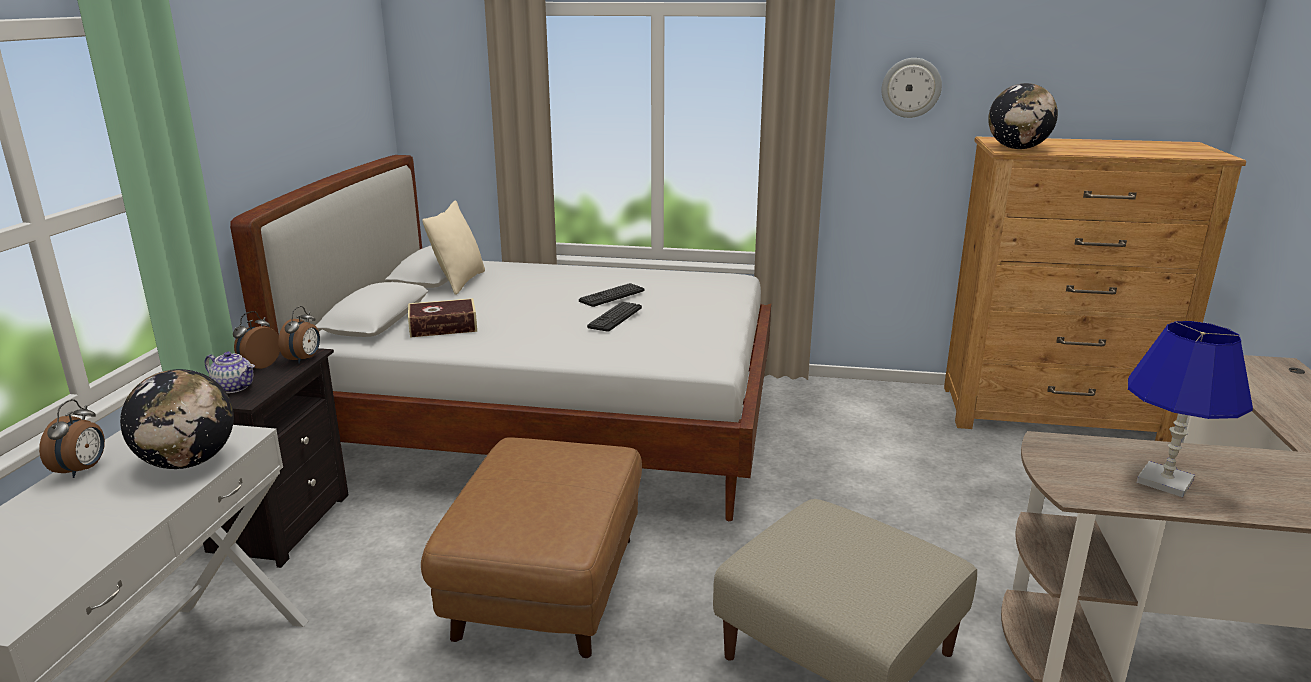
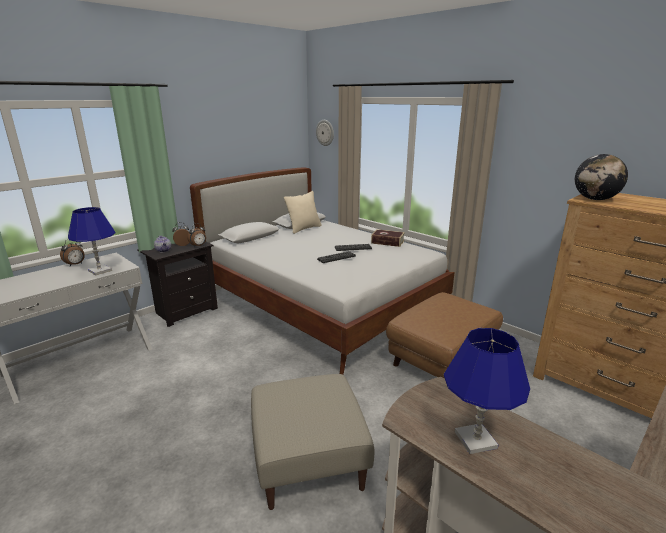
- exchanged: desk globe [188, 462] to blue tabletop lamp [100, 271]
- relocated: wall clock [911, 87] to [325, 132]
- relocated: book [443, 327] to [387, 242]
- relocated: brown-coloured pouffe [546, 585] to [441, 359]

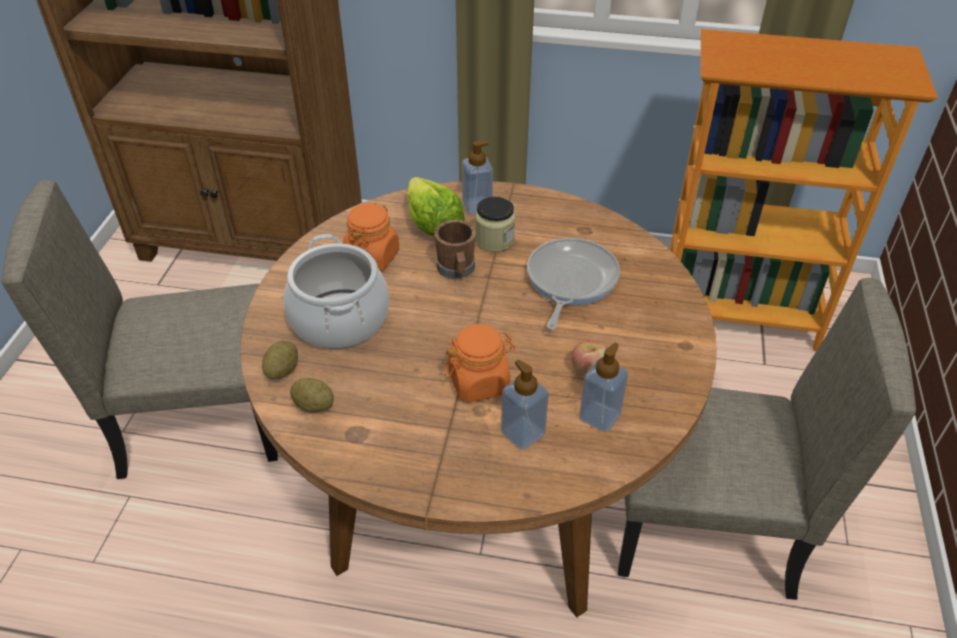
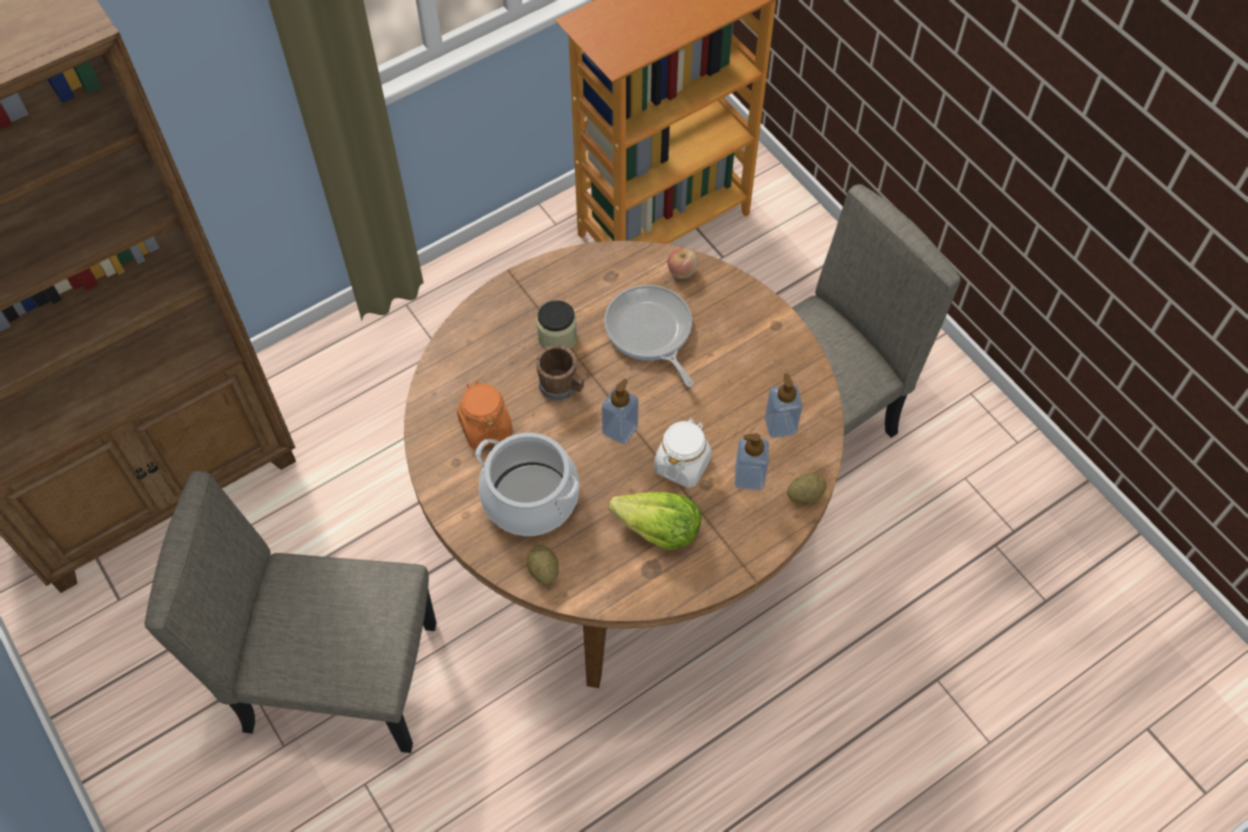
- spun: beige chair [202, 420] = [341, 675] 60 degrees clockwise
- relocated: soap bottle [477, 206] to [620, 429]
- relocated: lettuce [432, 224] to [658, 529]
- colour: orange-coloured jar [479, 382] to white jar [682, 464]
- relocated: apple fruit [588, 369] to [681, 271]
- relocated: potato [314, 405] to [805, 495]

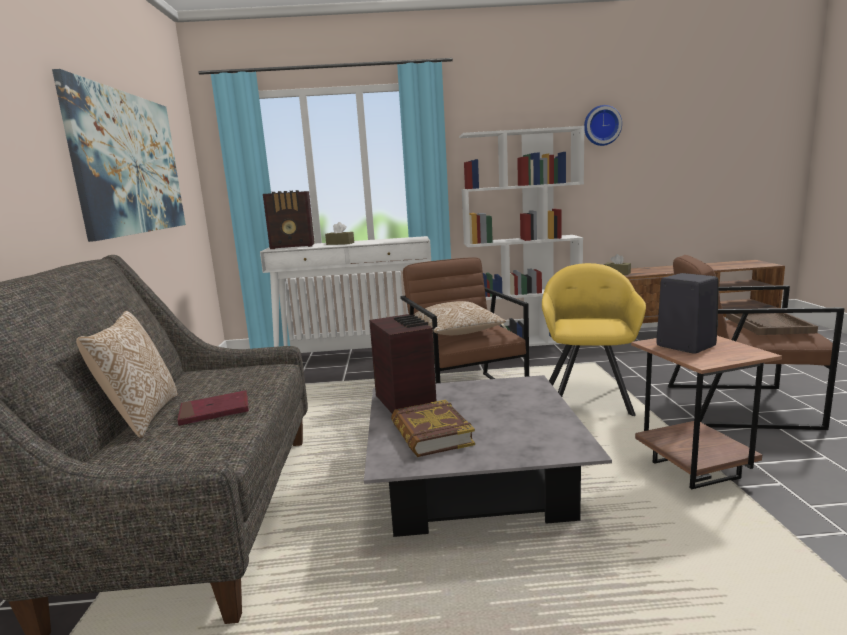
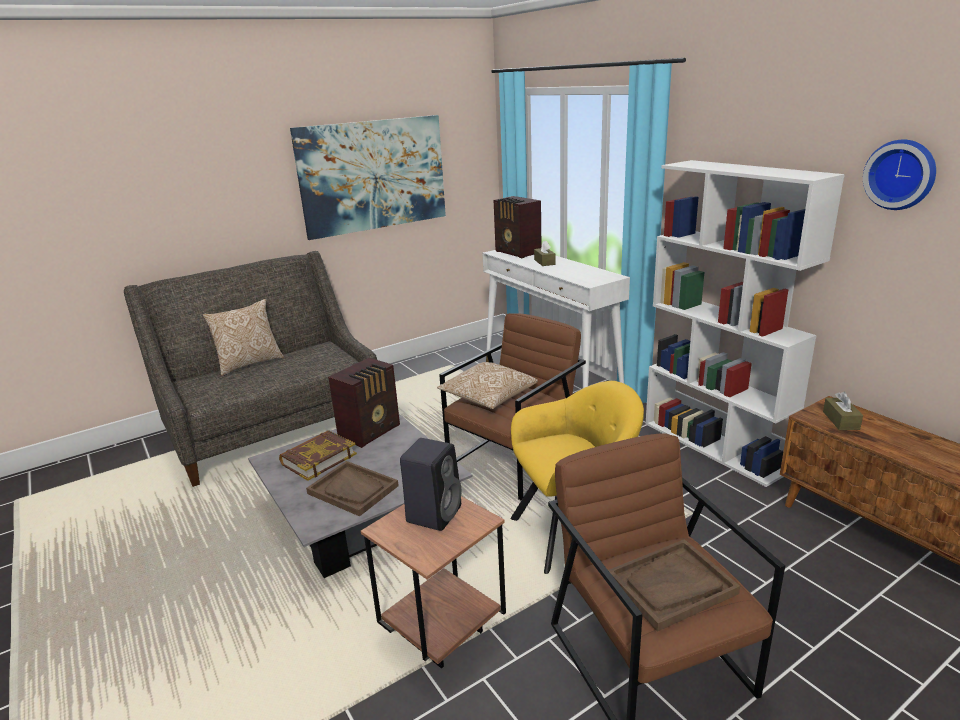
- appeared: brown-coloured serving tray [353, 490]
- missing: reddish book [215, 411]

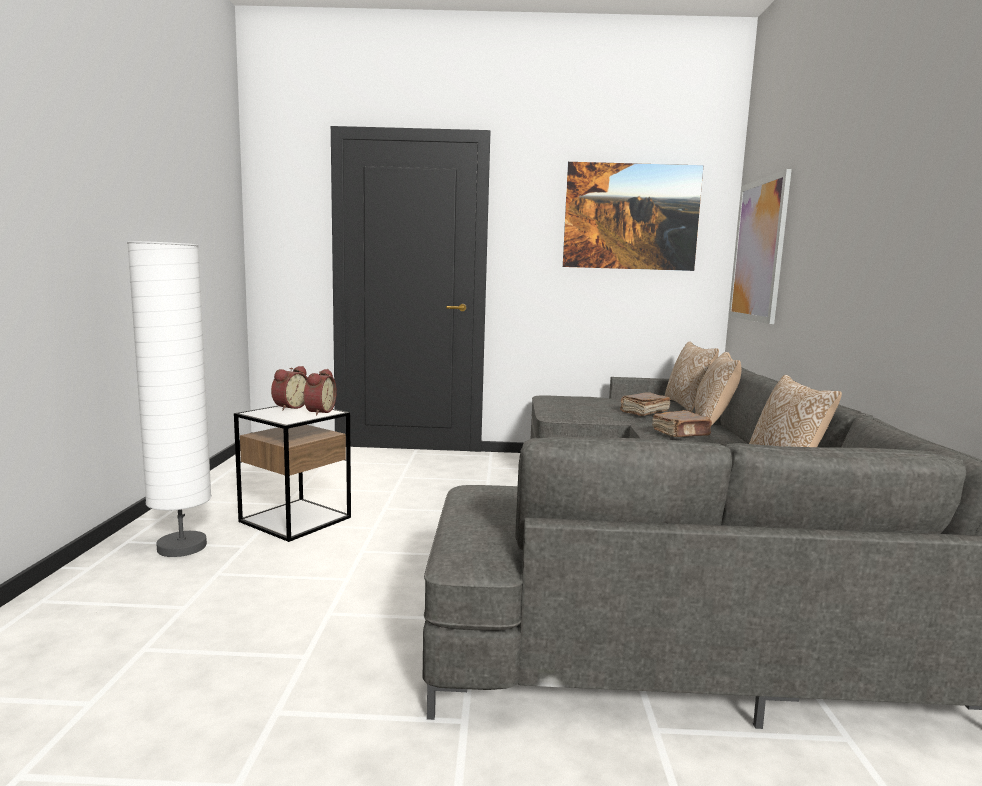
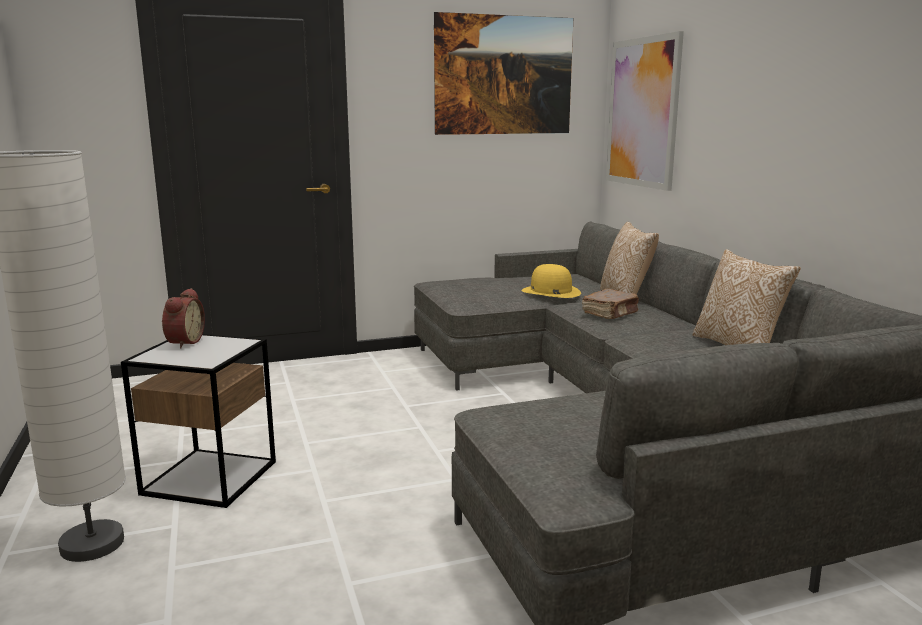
- exchanged: brown-coloured book [644, 412] to yellow wearable hat [550, 292]
- missing: bedside clock [318, 412]
- missing: cushion [687, 405]

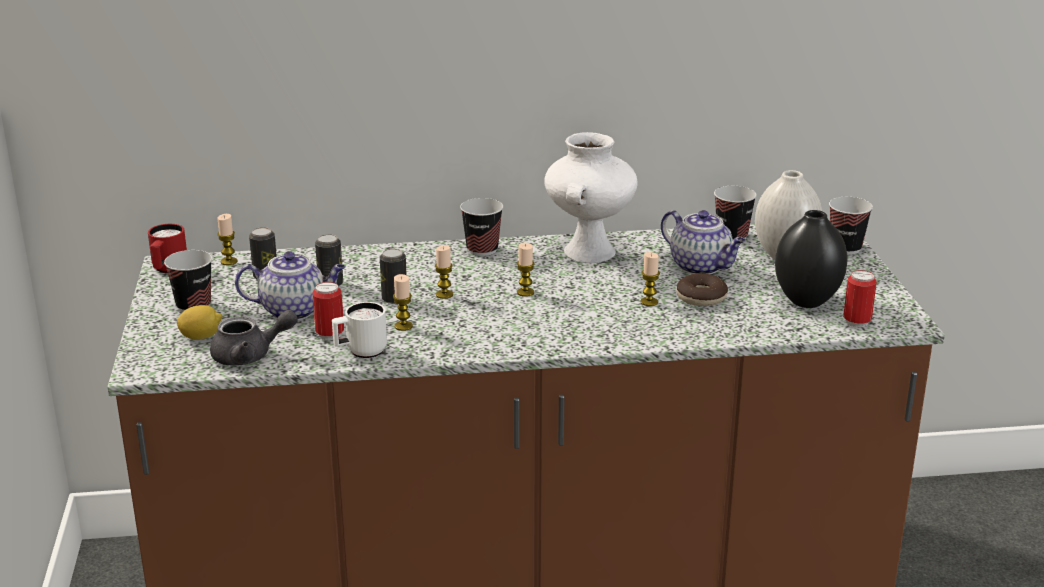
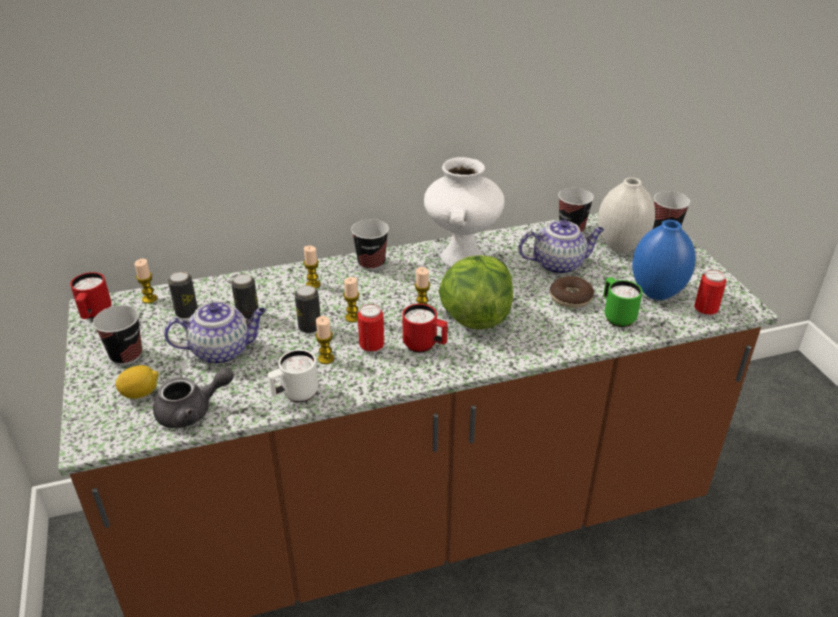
- relocated: wax light [649, 302] to [313, 284]
- relocated: can [330, 335] to [372, 347]
- appeared: reddish coffee mug [425, 346]
- appeared: lettuce [475, 317]
- spun: teapot [701, 267] = [559, 264] 45 degrees counterclockwise
- appeared: greenish coffee mug [616, 316]
- colour: blackish decorative vase [807, 301] to blue decorative vase [657, 293]

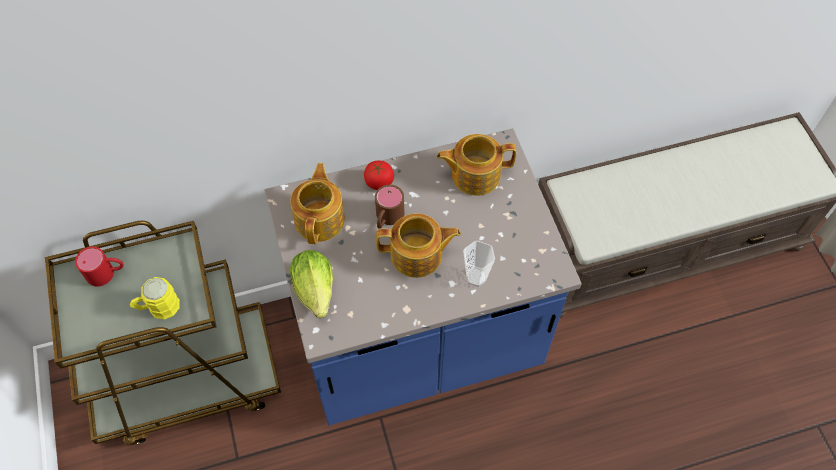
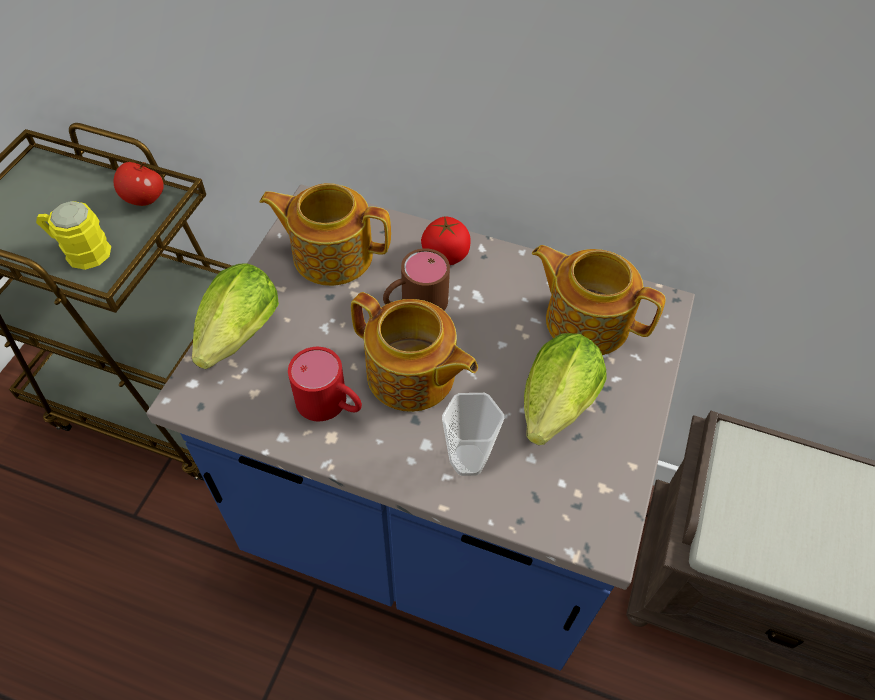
- appeared: apple fruit [144, 199]
- spun: teapot [320, 219] = [331, 254] 120 degrees counterclockwise
- relocated: reddish coffee mug [106, 273] to [331, 404]
- appeared: lettuce [553, 410]

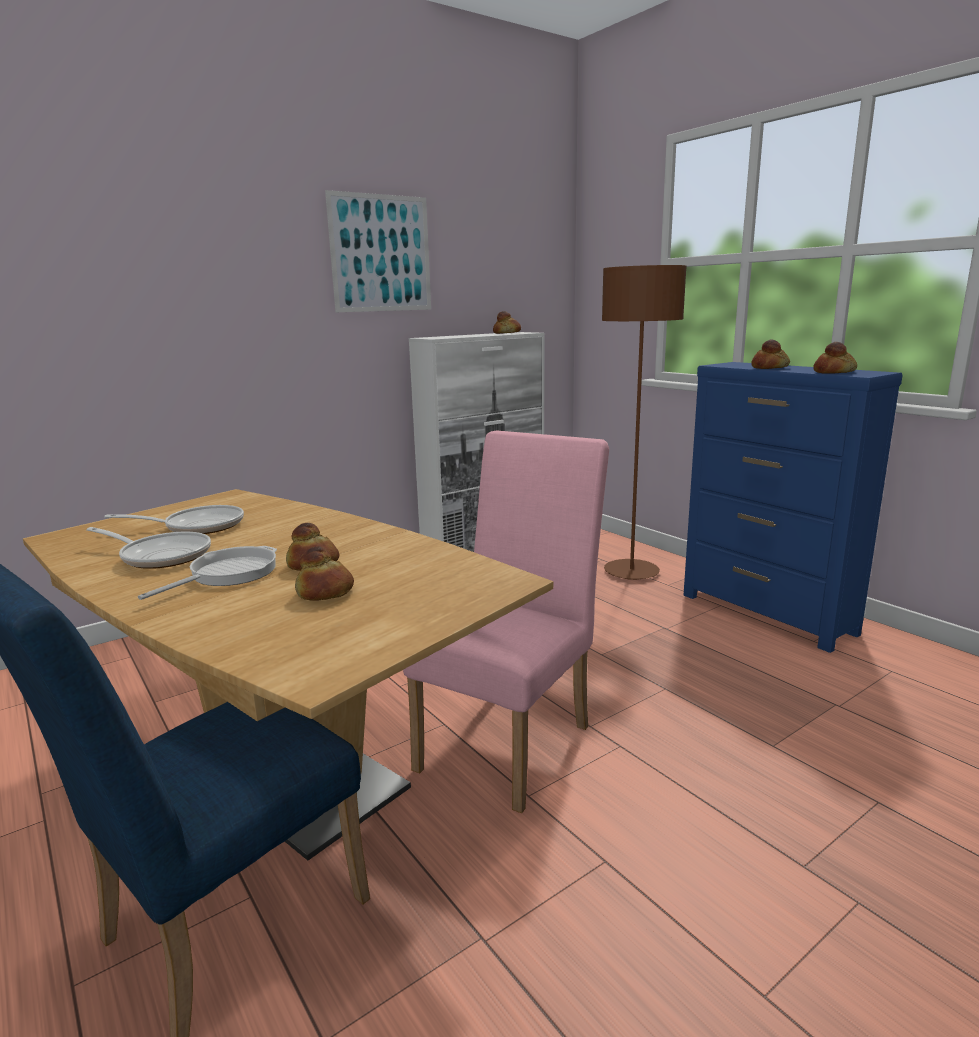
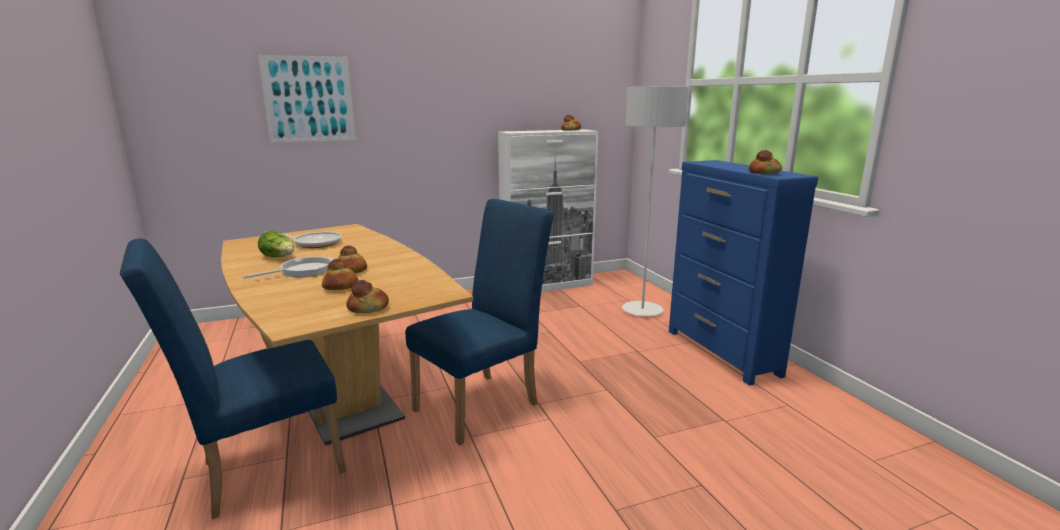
- relocated: picture [381, 253] to [309, 99]
- exchanged: frying pan [161, 556] to lettuce [279, 257]
- relocated: bread [769, 367] to [368, 308]
- colour: pink chair [512, 739] to blue chair [483, 403]
- colour: brown-coloured floor lamp [631, 572] to gray floor lamp [642, 310]

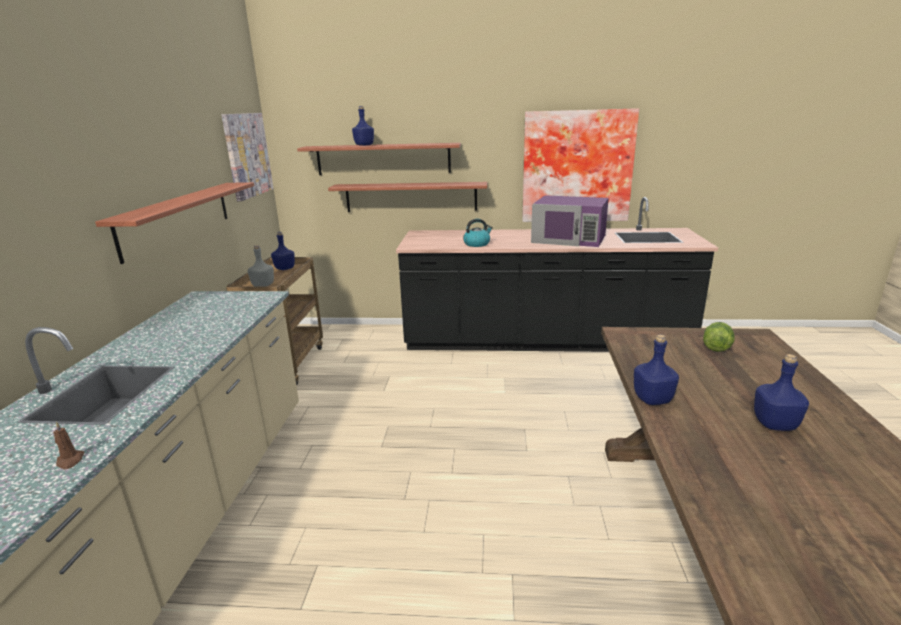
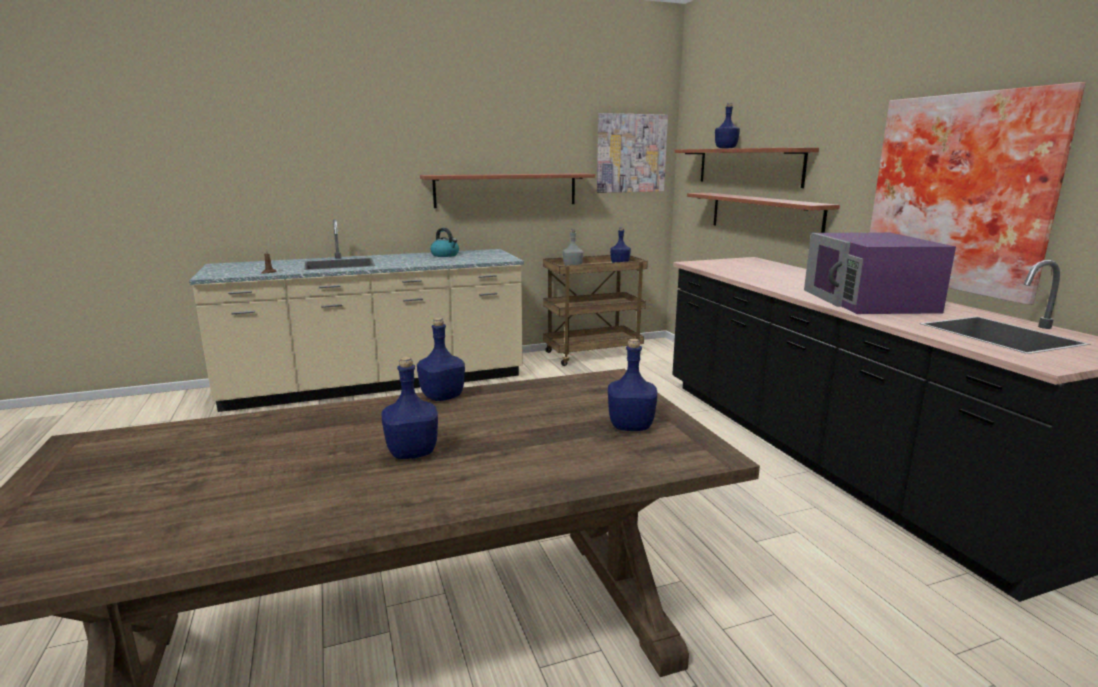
- relocated: tea kettle [477, 244] to [445, 255]
- exchanged: lettuce [716, 345] to blue bottle [630, 425]

